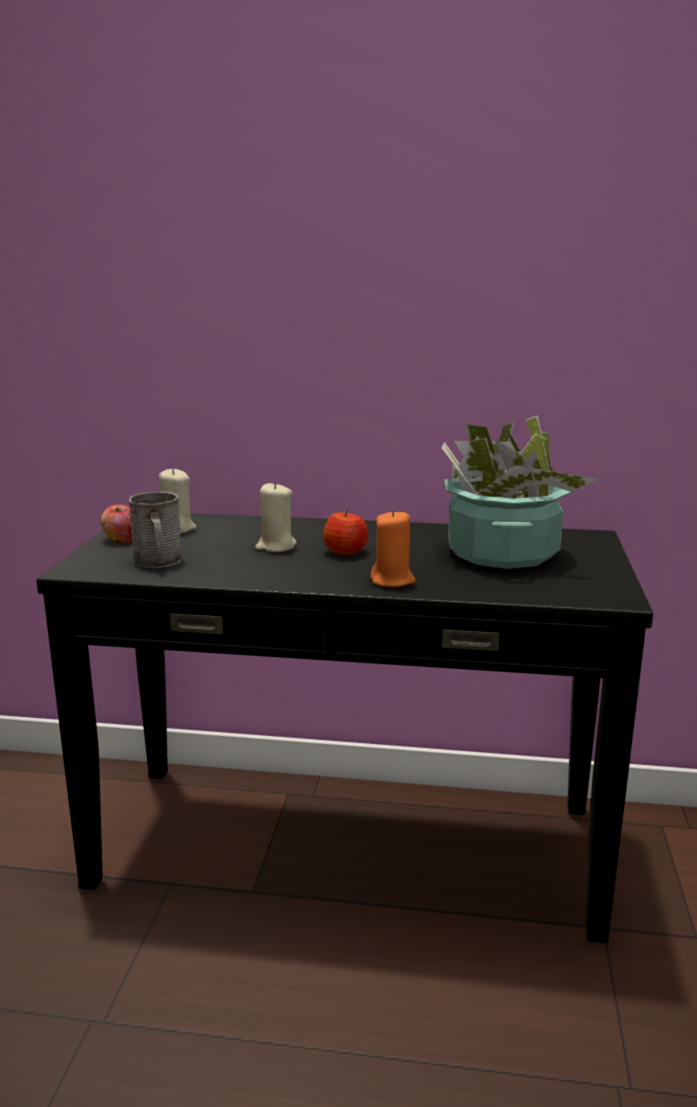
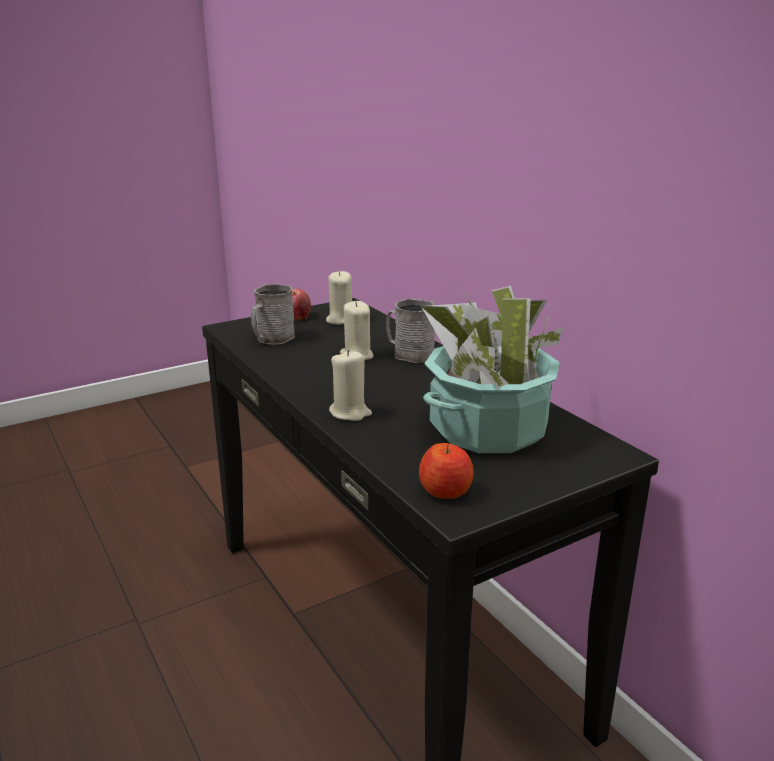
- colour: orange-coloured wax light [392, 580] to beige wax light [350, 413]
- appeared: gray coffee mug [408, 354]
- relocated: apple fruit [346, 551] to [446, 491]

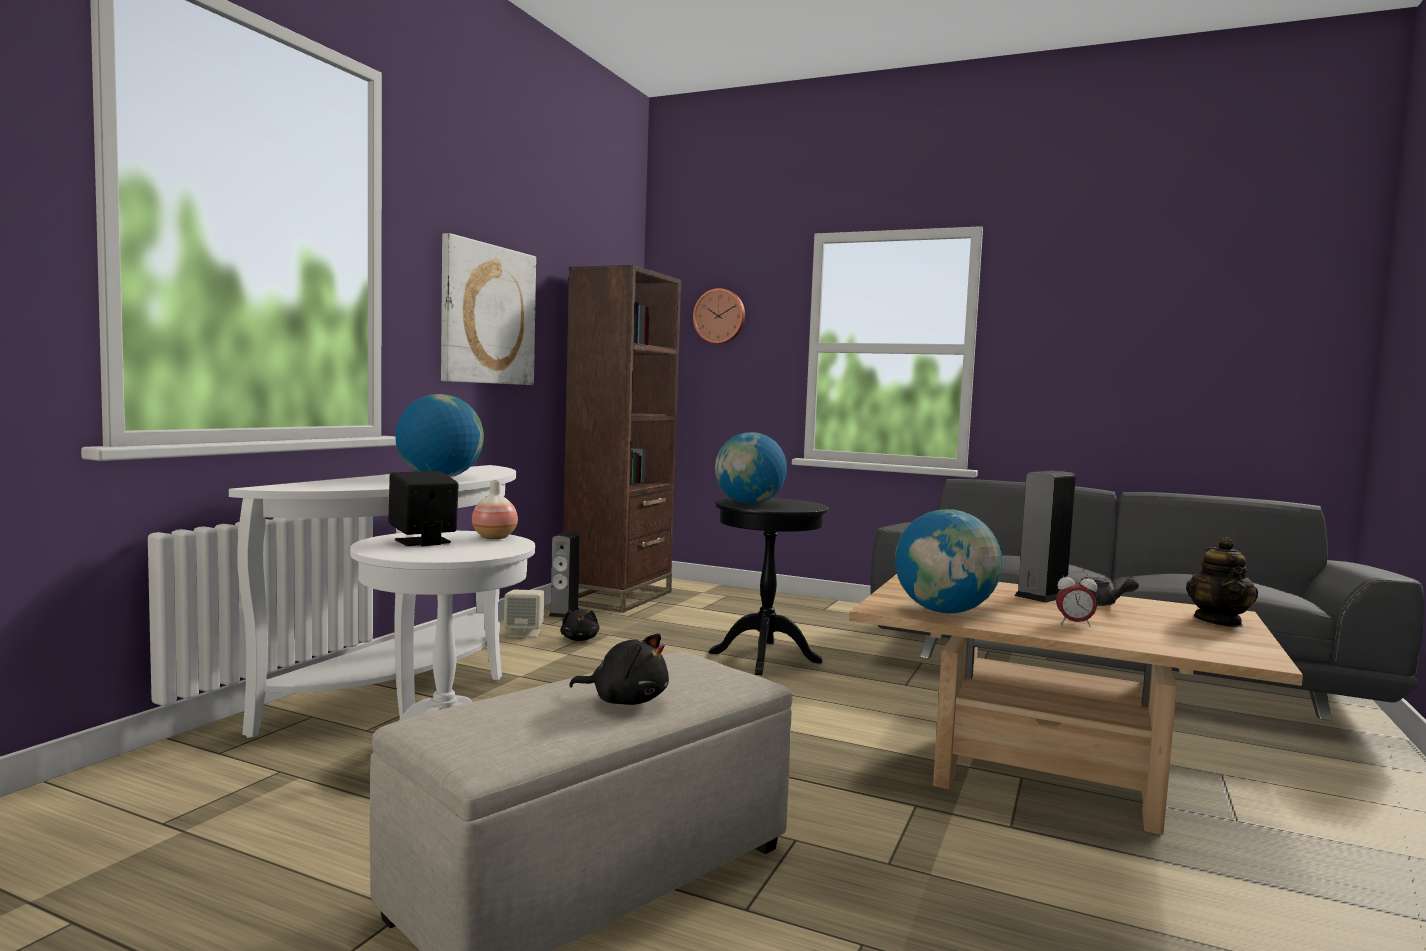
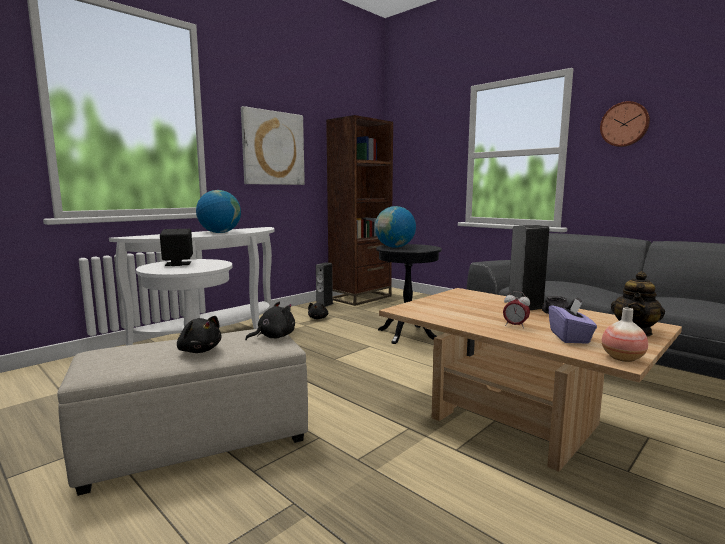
- appeared: blackish plush toy [274, 337]
- appeared: purple-coloured box of tissues [570, 337]
- relocated: wall clock [720, 316] to [624, 124]
- relocated: decorative vase [494, 537] to [622, 358]
- missing: beige loudspeaker [524, 633]
- missing: desk globe [945, 611]

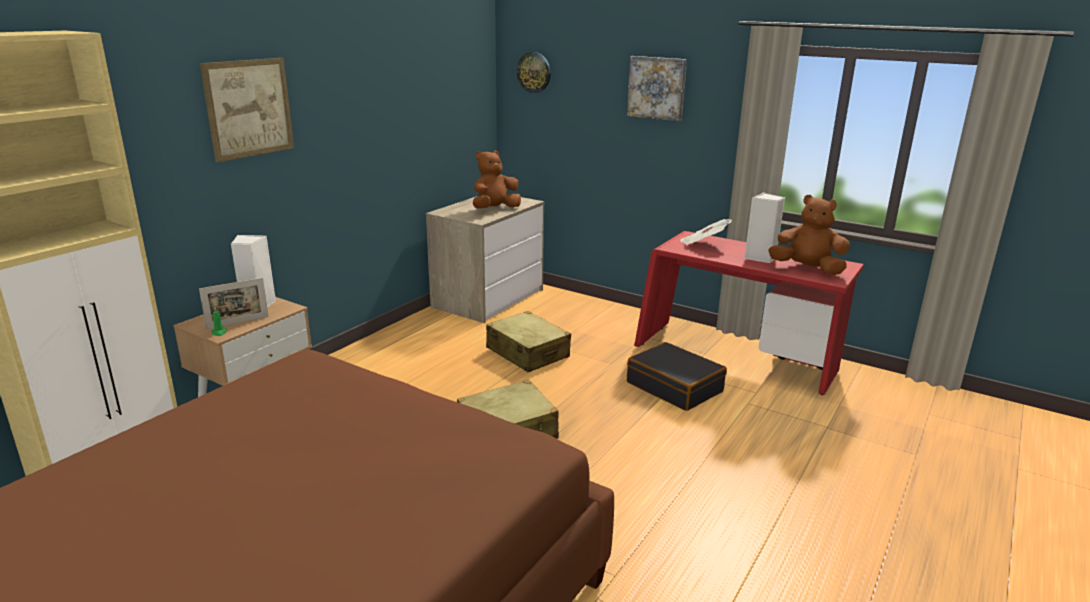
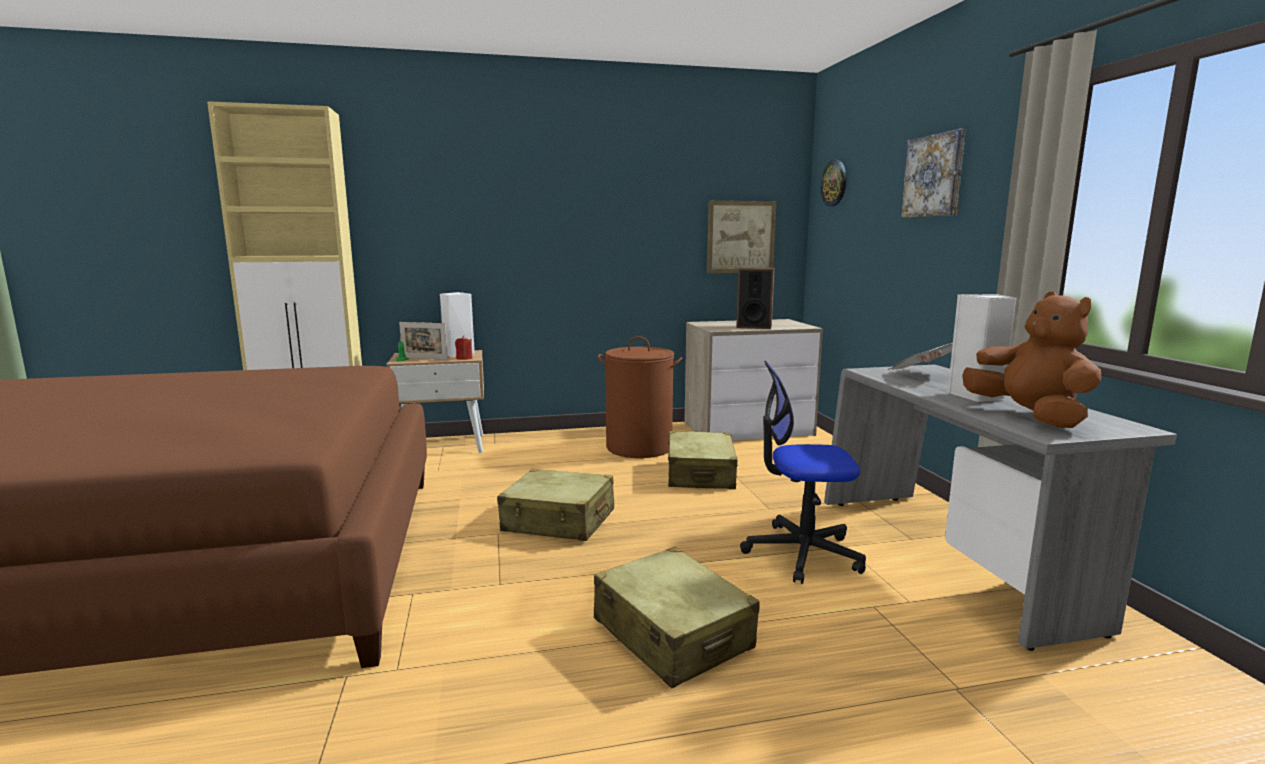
- appeared: reddish wax light [464, 358]
- appeared: beige suitcase [672, 634]
- appeared: brown-coloured hamper [639, 447]
- relocated: picture [249, 108] to [741, 237]
- exchanged: brown-coloured plush toy [495, 209] to loudspeaker [754, 326]
- exchanged: blackish suitcase [675, 387] to computer chair [802, 553]
- colour: reddish desk unit [736, 358] to gray desk unit [949, 558]

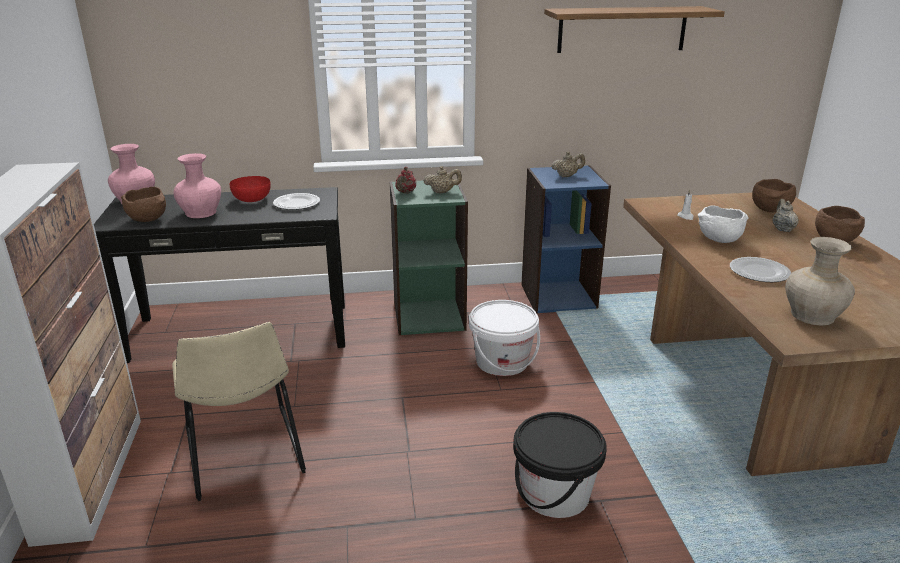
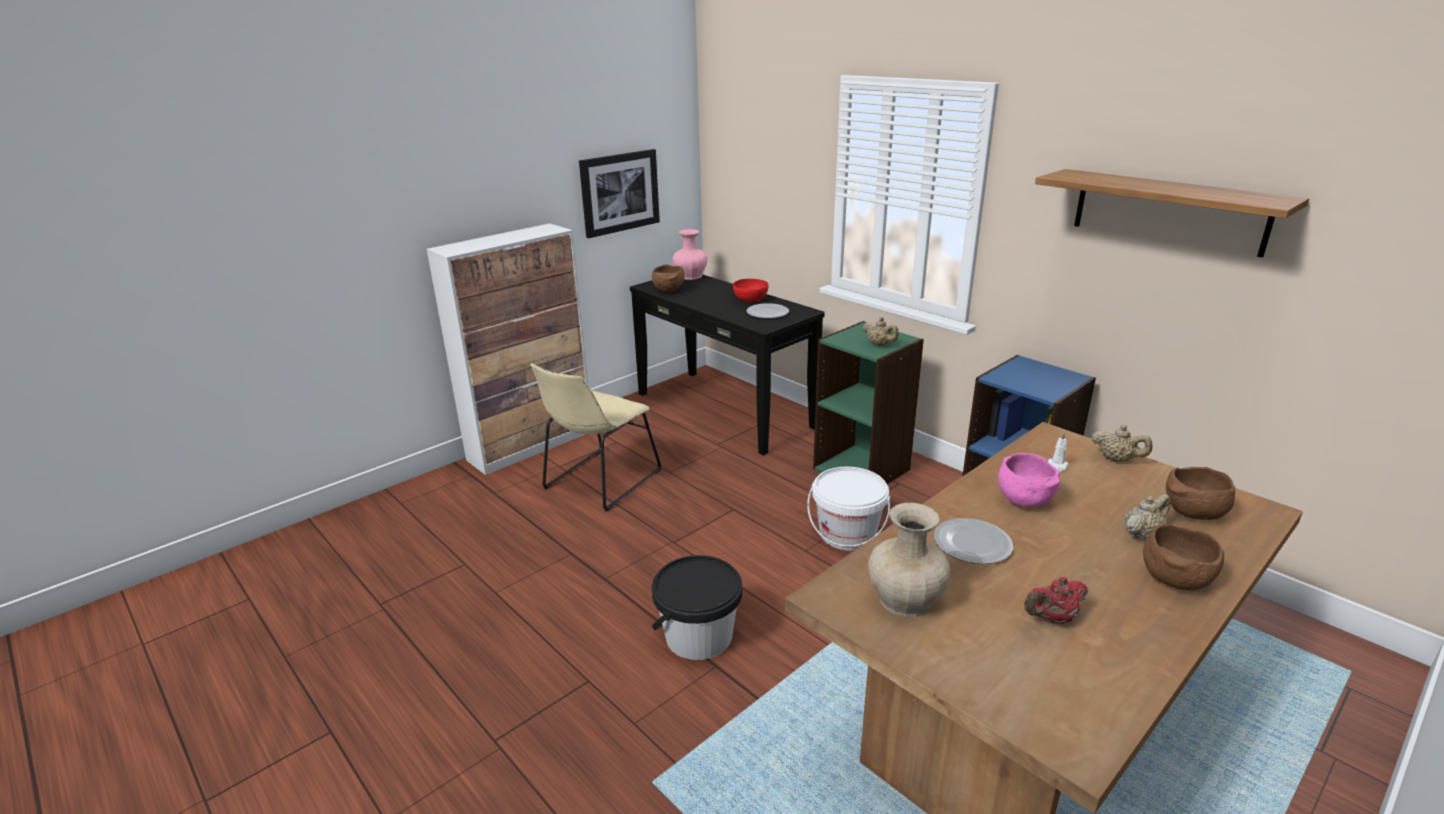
- appeared: picture [619, 192]
- colour: white deep dish [718, 240] to pink deep dish [1022, 500]
- relocated: reddish teapot [405, 193] to [1052, 618]
- relocated: beige teapot [567, 176] to [1117, 459]
- missing: pink decorative vase [200, 213]

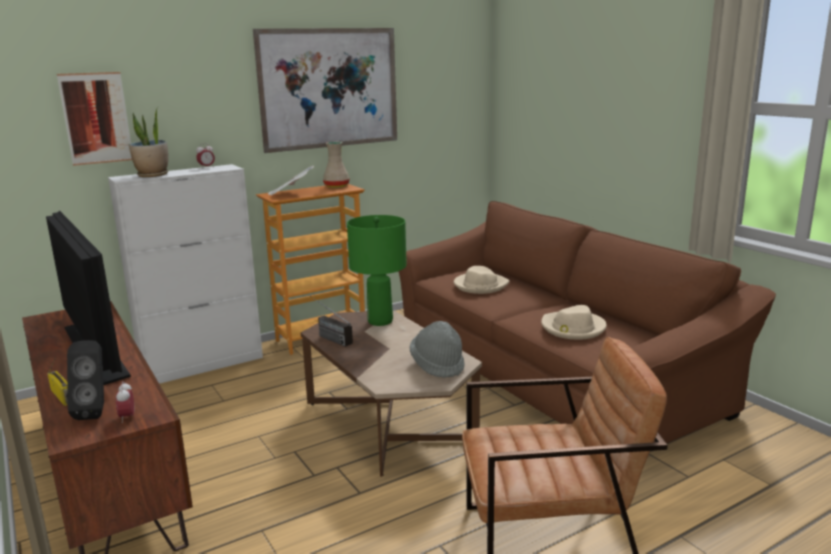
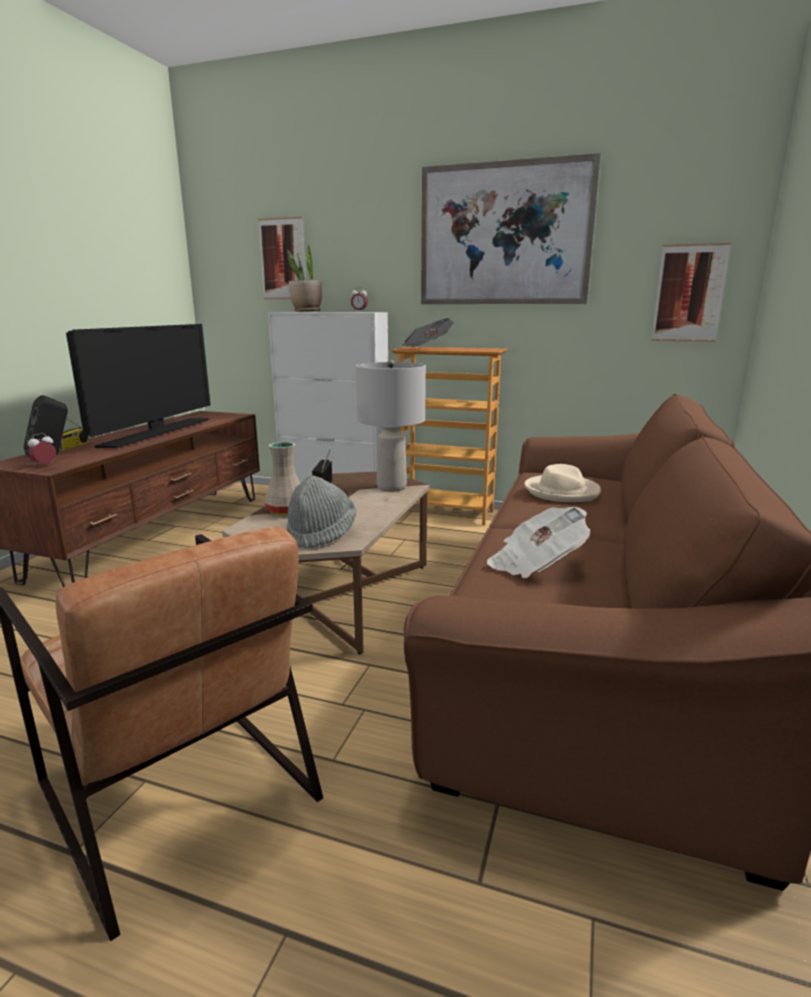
- relocated: beige decorative vase [336, 186] to [285, 511]
- colour: greenish tabletop lamp [380, 321] to gray tabletop lamp [392, 487]
- exchanged: beige wearable hat [572, 328] to printed paper [535, 564]
- appeared: picture [689, 293]

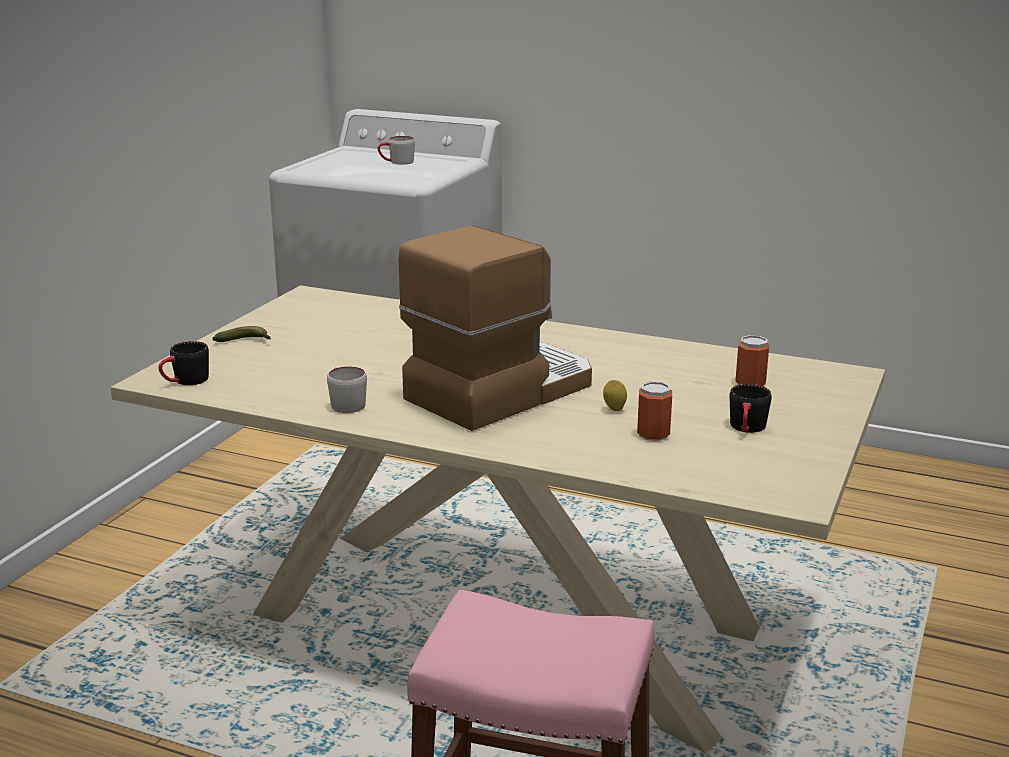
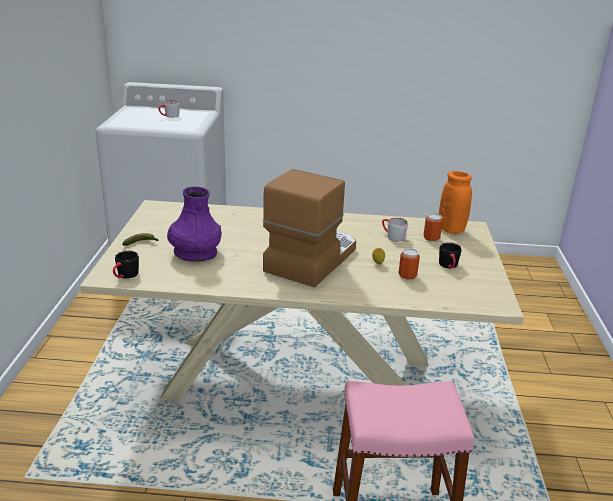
- appeared: purple-coloured decorative vase [195, 252]
- relocated: gray coffee mug [344, 403] to [392, 236]
- appeared: orange-coloured decorative vase [451, 229]

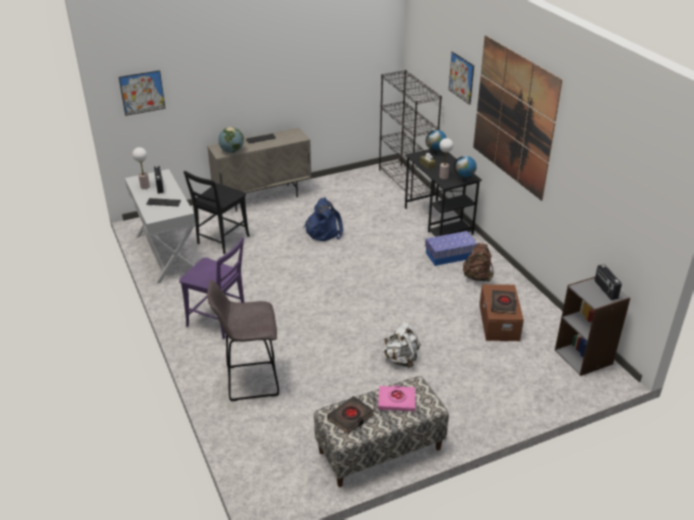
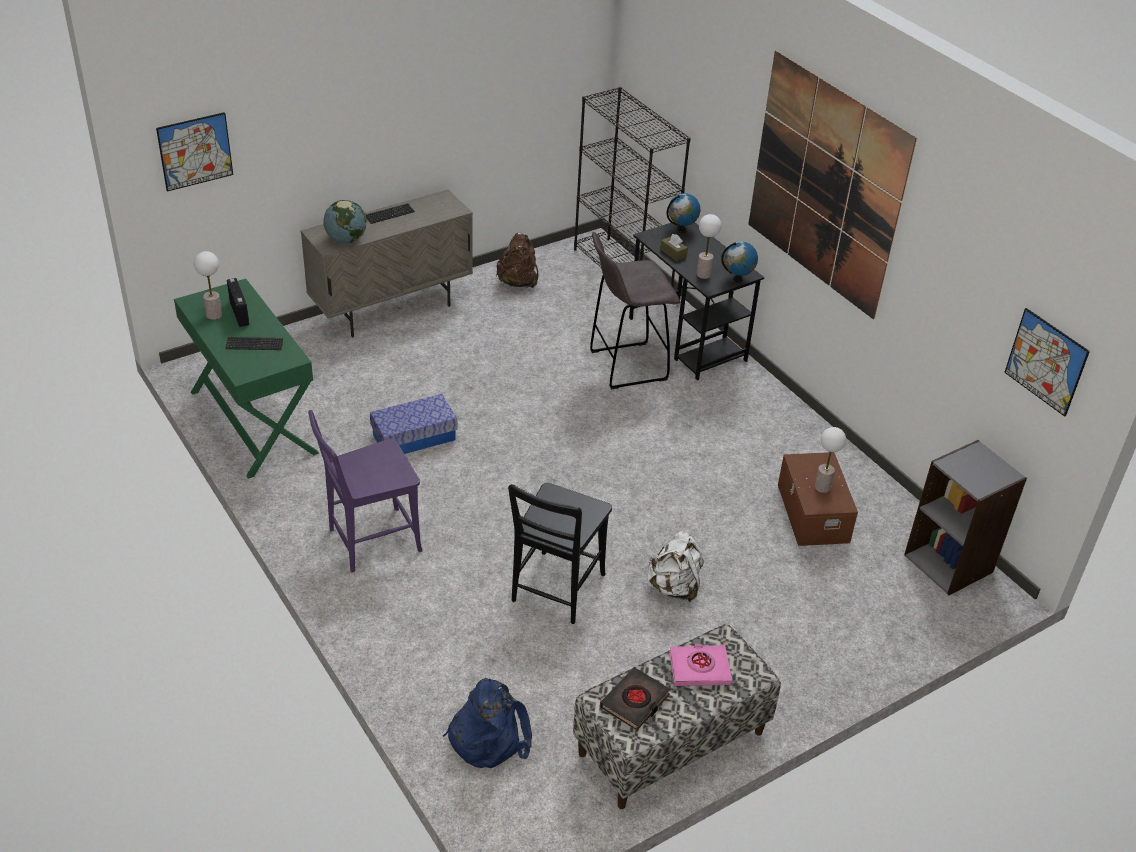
- colour: white narrow table [167, 253] to greenish narrow table [252, 422]
- spun: purple-coloured chair [219, 322] = [369, 541] 135 degrees clockwise
- relocated: storage container [450, 255] to [414, 437]
- relocated: blue backpack [324, 231] to [488, 735]
- relocated: brown-coloured backpack [477, 277] to [518, 282]
- relocated: blackish chair [221, 241] to [555, 591]
- relocated: gray sitting stool [250, 381] to [625, 366]
- exchanged: blackish book [503, 304] to tabletop lamp [822, 487]
- relocated: picture [461, 78] to [1046, 361]
- missing: radio [605, 290]

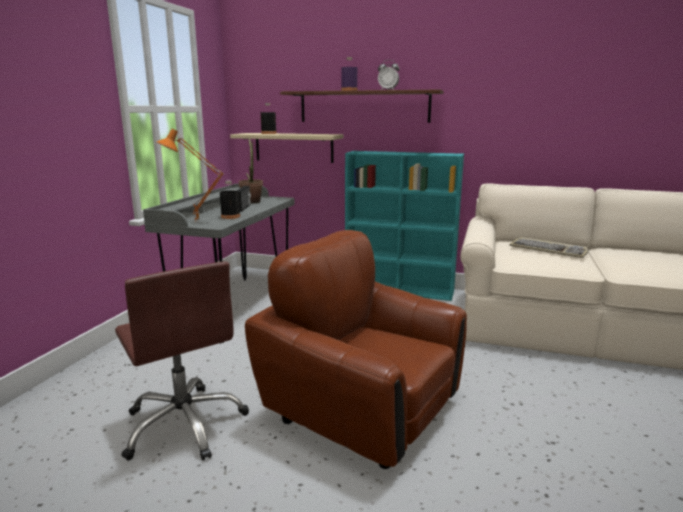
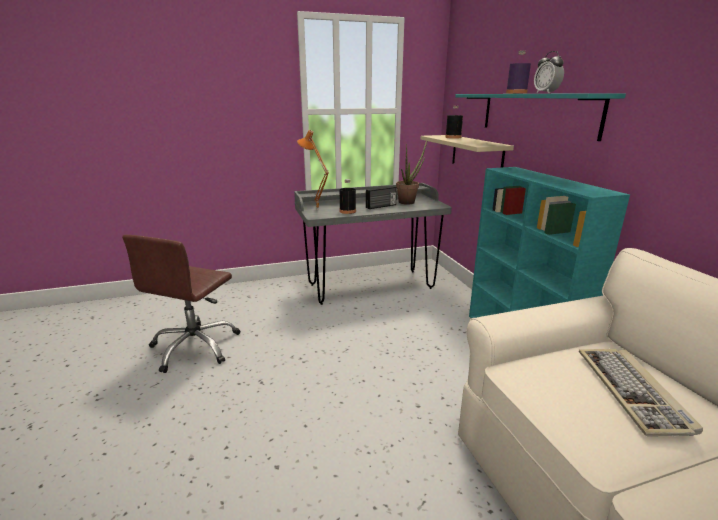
- colour: brown-coloured shelf [363, 107] to turquoise shelf [536, 113]
- missing: brown-coloured armchair [361, 410]

